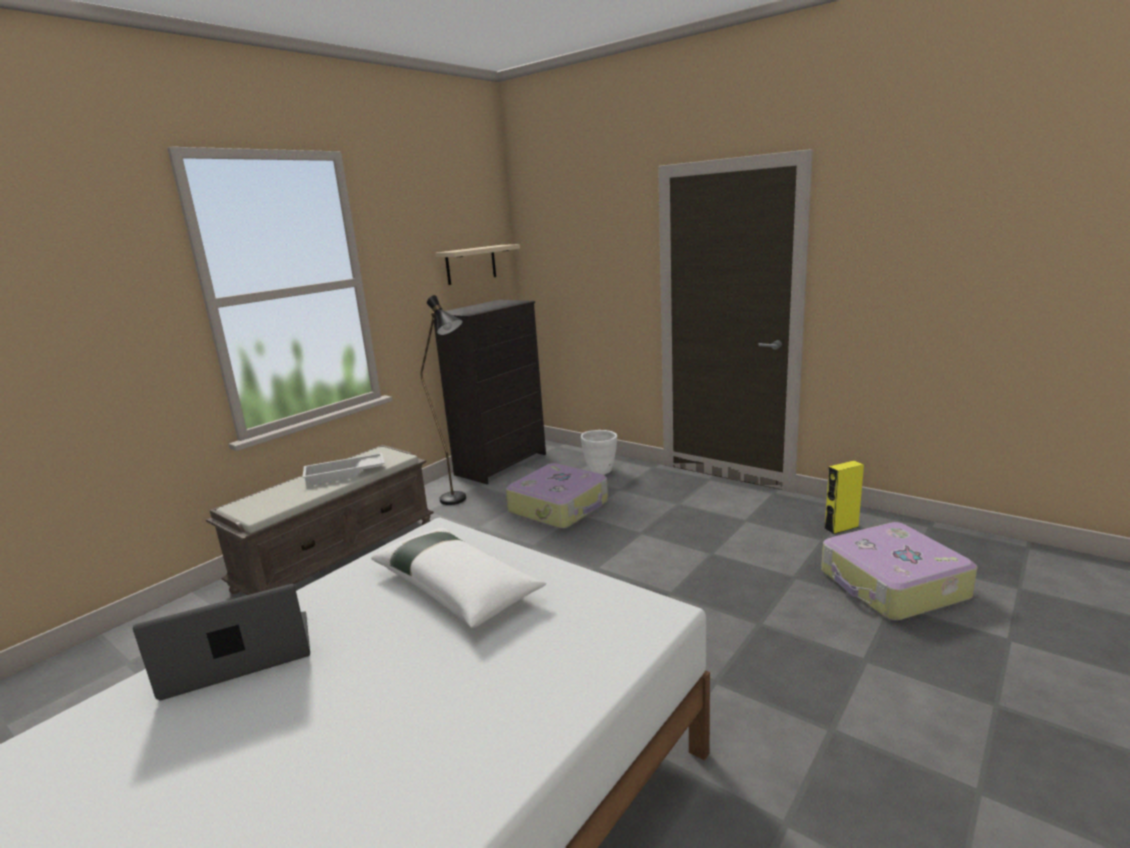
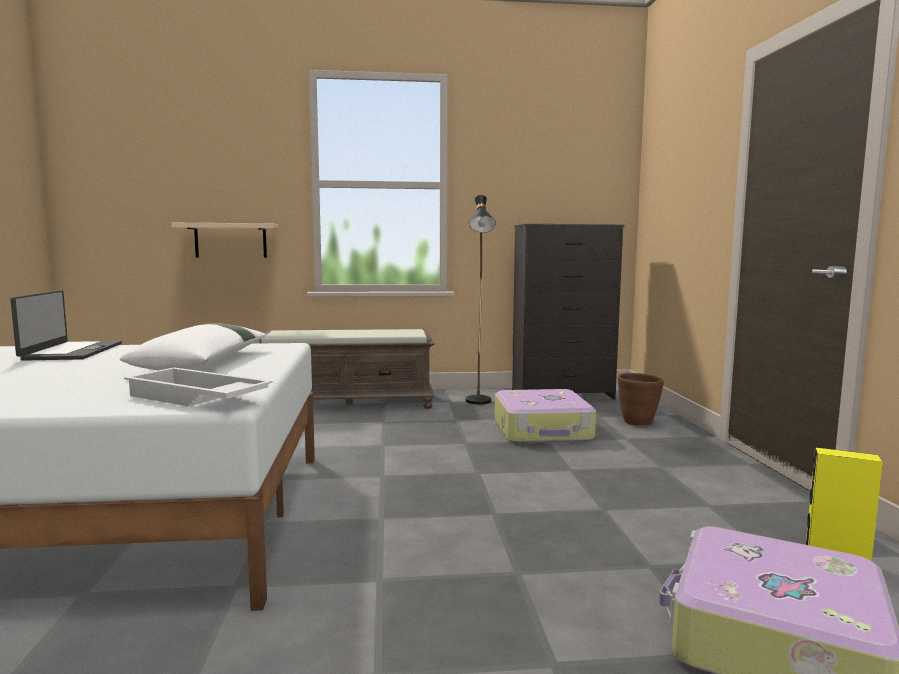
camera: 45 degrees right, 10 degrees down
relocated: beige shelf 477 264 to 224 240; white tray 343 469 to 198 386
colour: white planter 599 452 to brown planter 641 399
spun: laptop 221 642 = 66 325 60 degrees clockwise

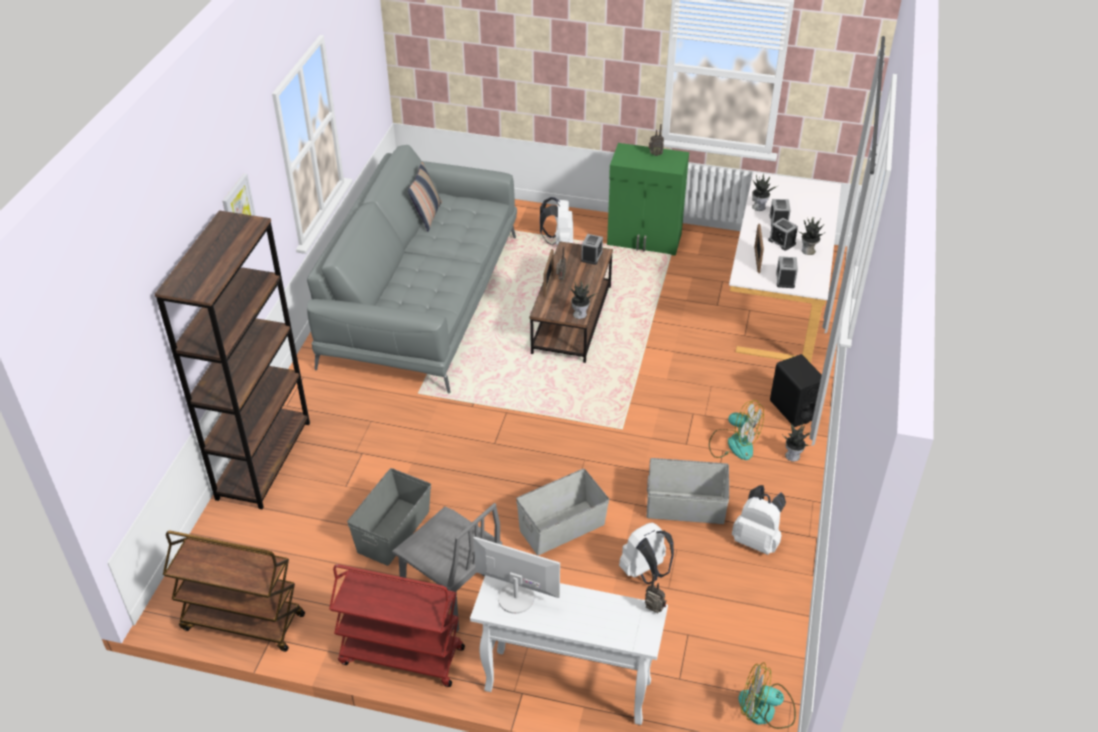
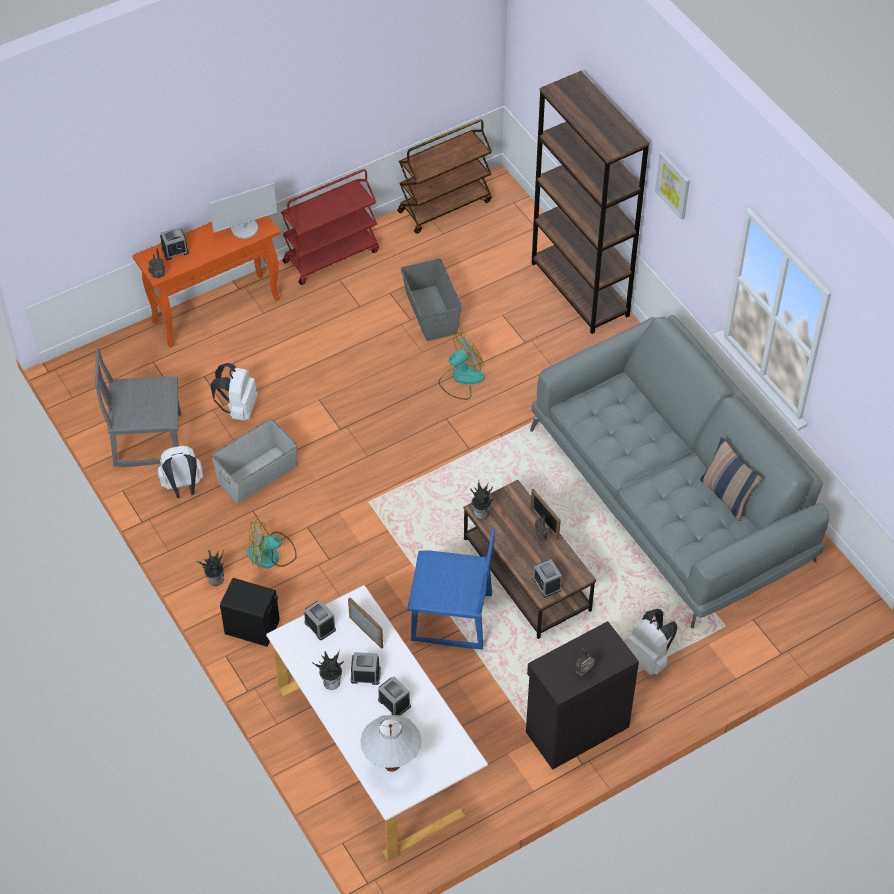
camera: 135 degrees right, 10 degrees up
missing: potted plant 765 192; grey storage box 562 512
appeared: alarm clock 174 243; blue chair 451 589; white table lamp 391 743
relocated: grey chair 447 567 to 138 407; fan 767 696 to 462 366
colour: green cabinet 648 199 to black cabinet 582 695; white console table 569 650 to orange console table 206 281

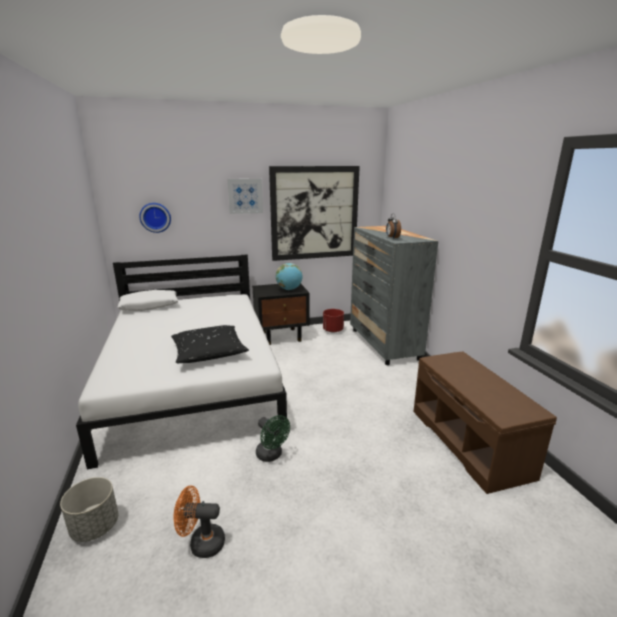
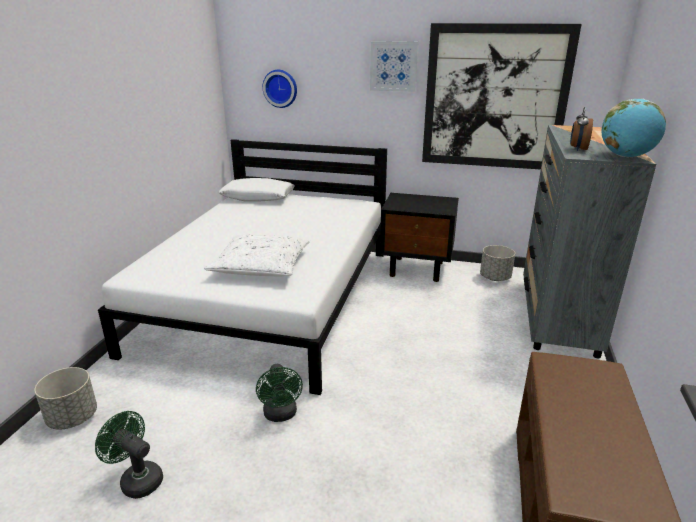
camera: 30 degrees right, 5 degrees up
relocated: globe 289 276 to 634 127
colour: red planter 333 321 to grey planter 497 263; black pillow 210 344 to white pillow 257 255; orange fan 199 521 to green fan 129 455

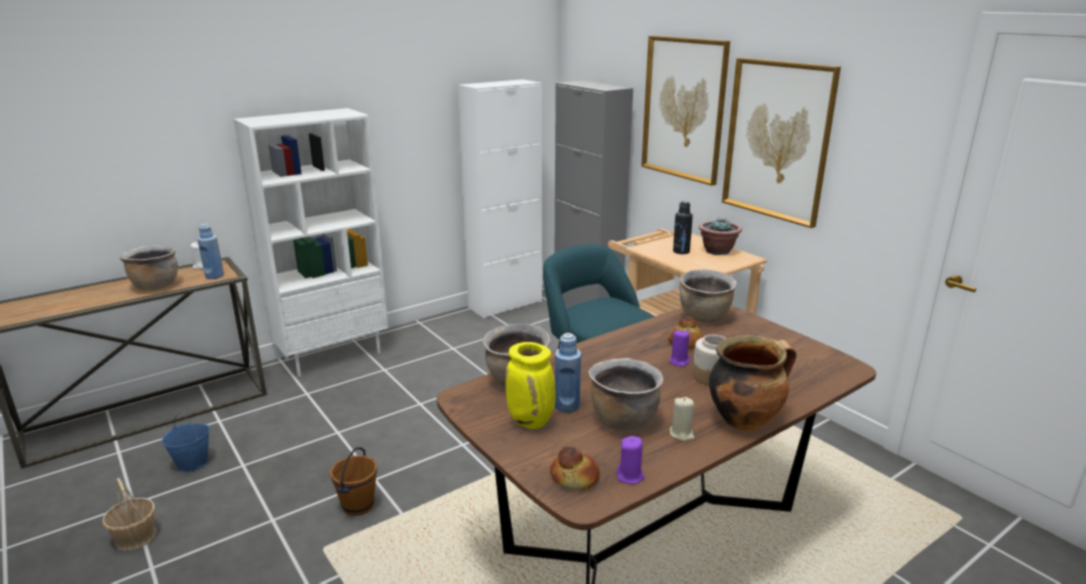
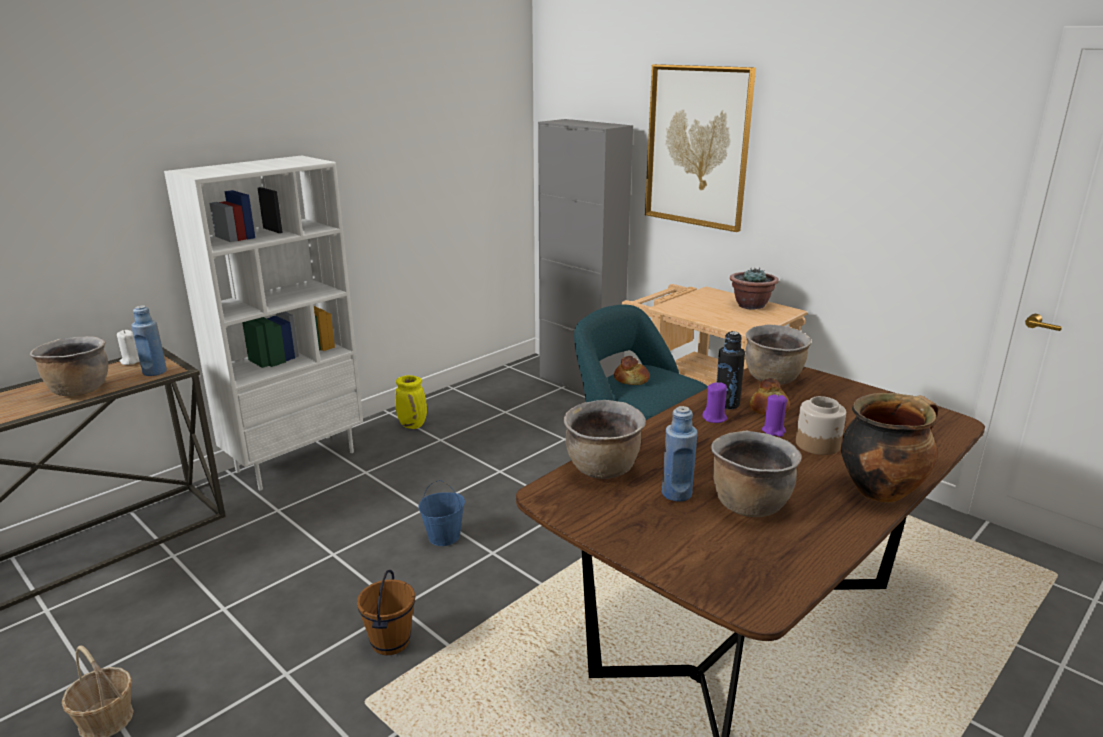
camera: 10 degrees left, 0 degrees up
missing: picture 781 143; white cabinet 500 198; beige candle 682 419
relocated: black bottle 683 227 to 731 370; yellow vase 530 385 to 411 402; blue bucket 186 442 to 441 513; purple candle 630 460 to 714 402; bread 575 468 to 632 370

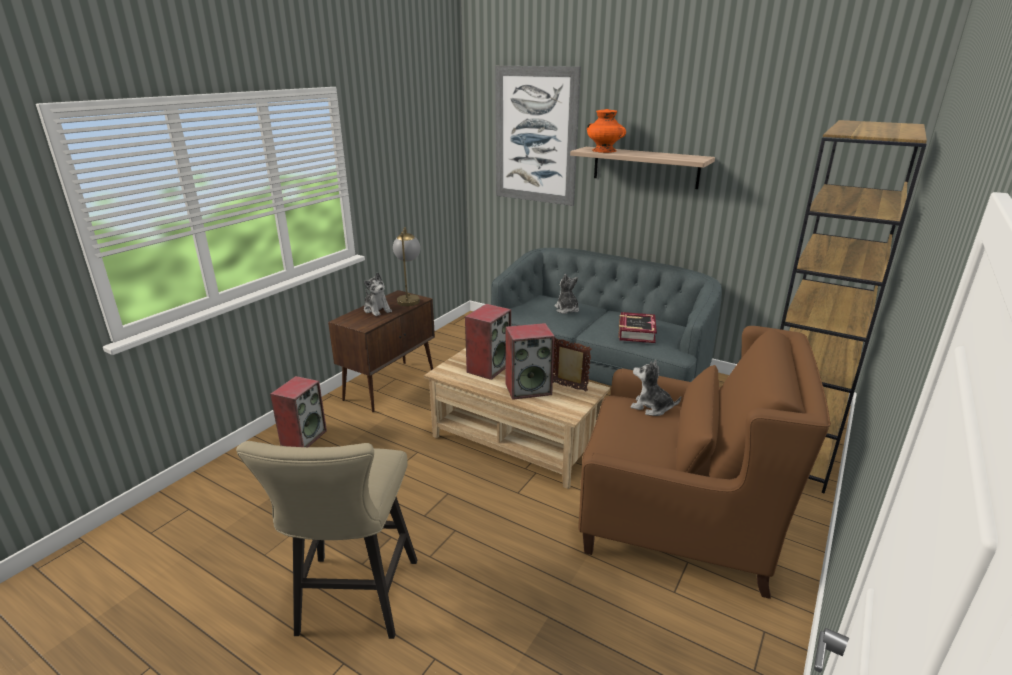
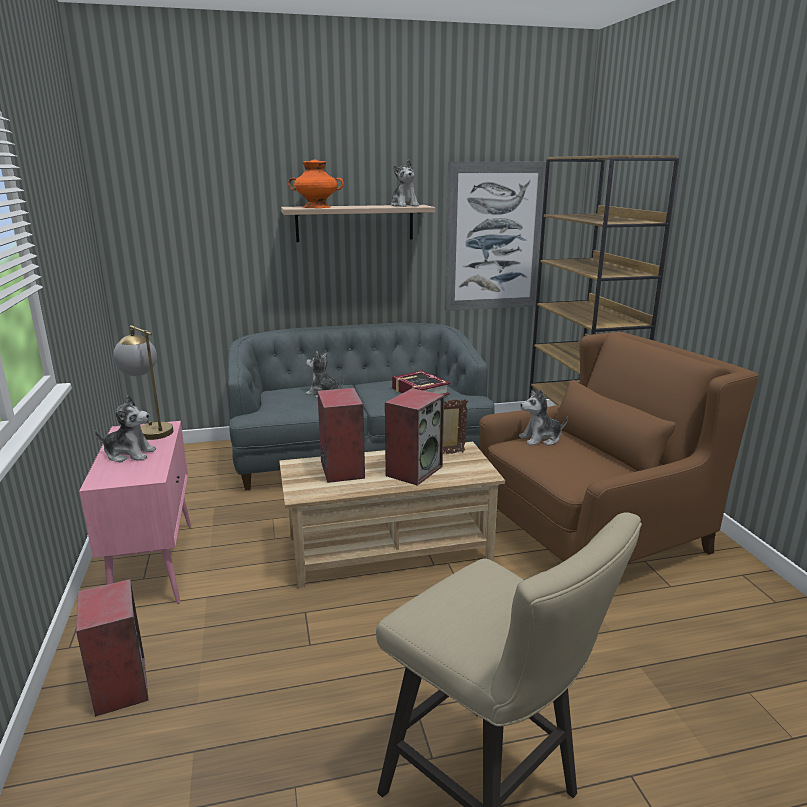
camera: 45 degrees left, 5 degrees down
appeared: plush toy 405 183
relocated: picture 538 136 to 495 236
colour: brown cabinet 381 351 to pink cabinet 135 512

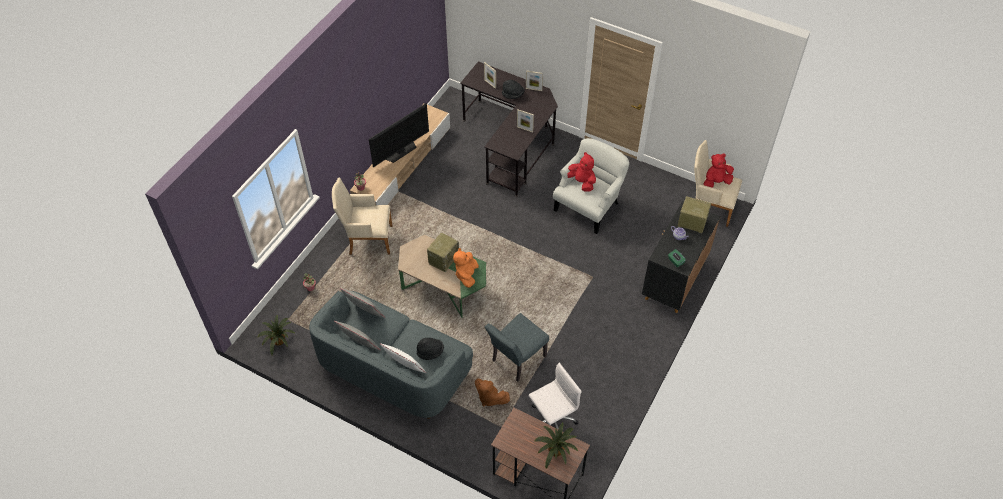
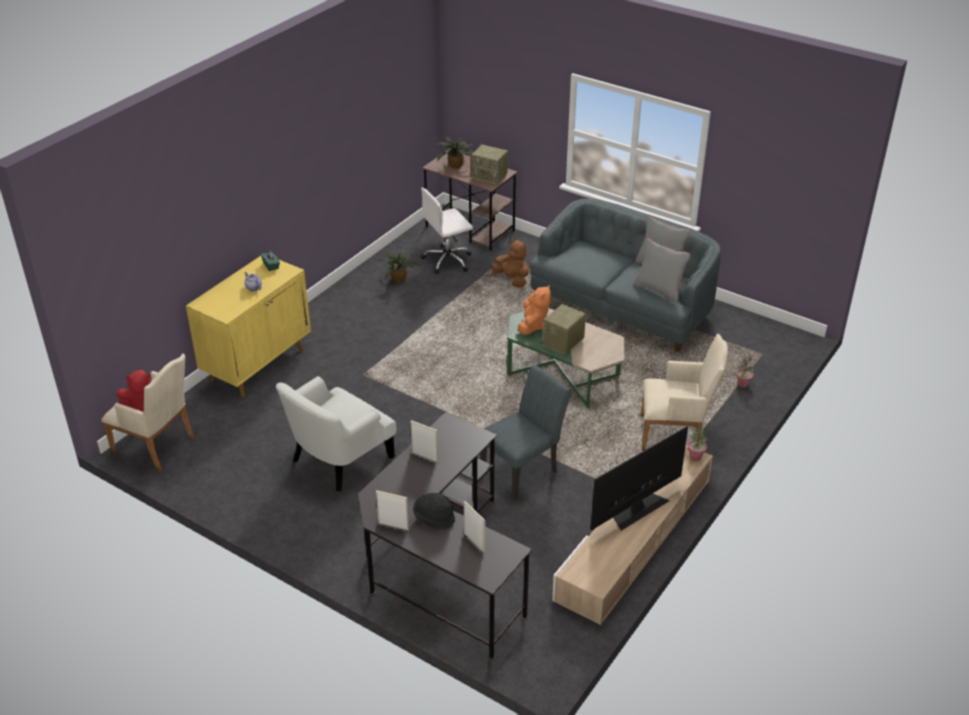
camera: 175 degrees left, 15 degrees down
missing: red plush toy 581 172; black hat 430 349; white pillow 403 358
relocated: radio 694 214 to 489 165; grey chair 517 347 to 526 432; potted plant 276 335 to 399 267
colour: black cabinet 681 257 to yellow cabinet 248 326

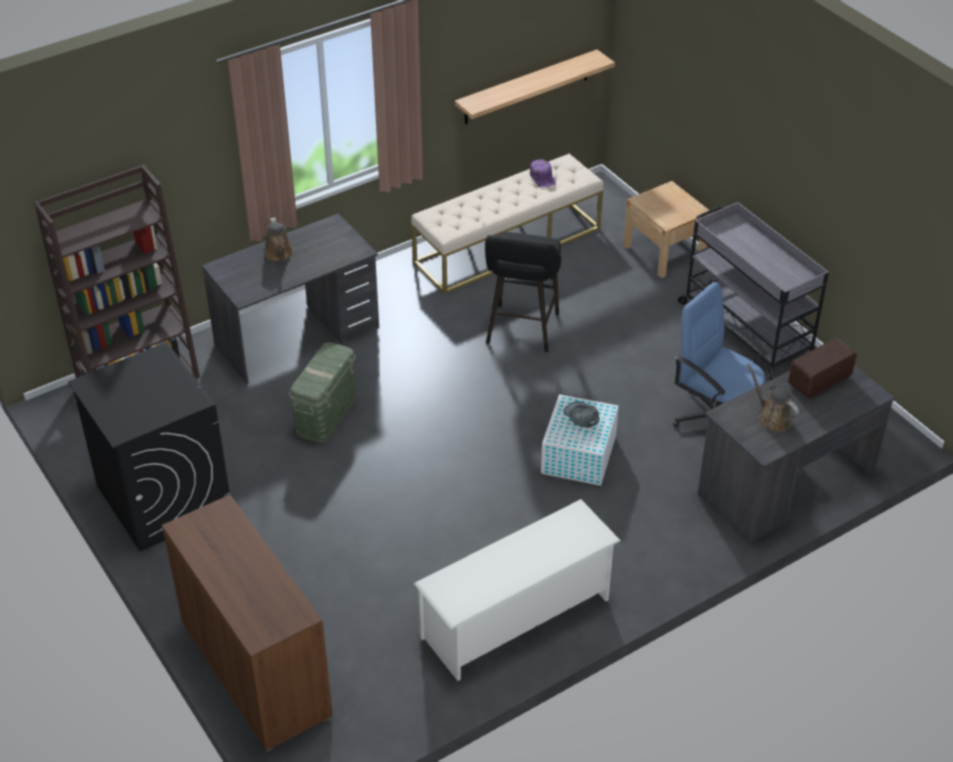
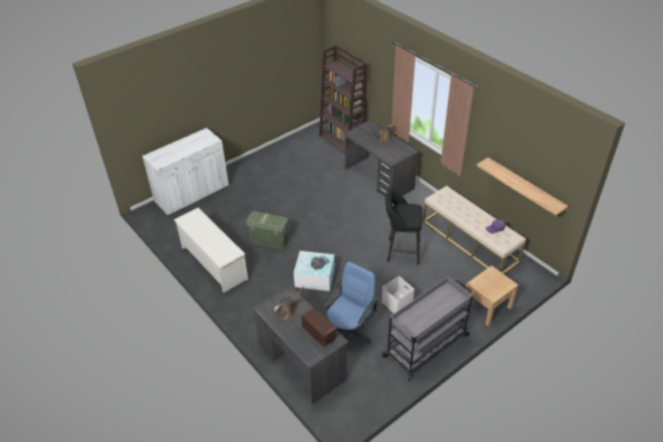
camera: 85 degrees right, 0 degrees up
missing: black washing machine 149 447
appeared: white storage box 398 294
relocated: green storage box 322 392 to 267 230
colour: brown cabinet 247 623 to white cabinet 185 171

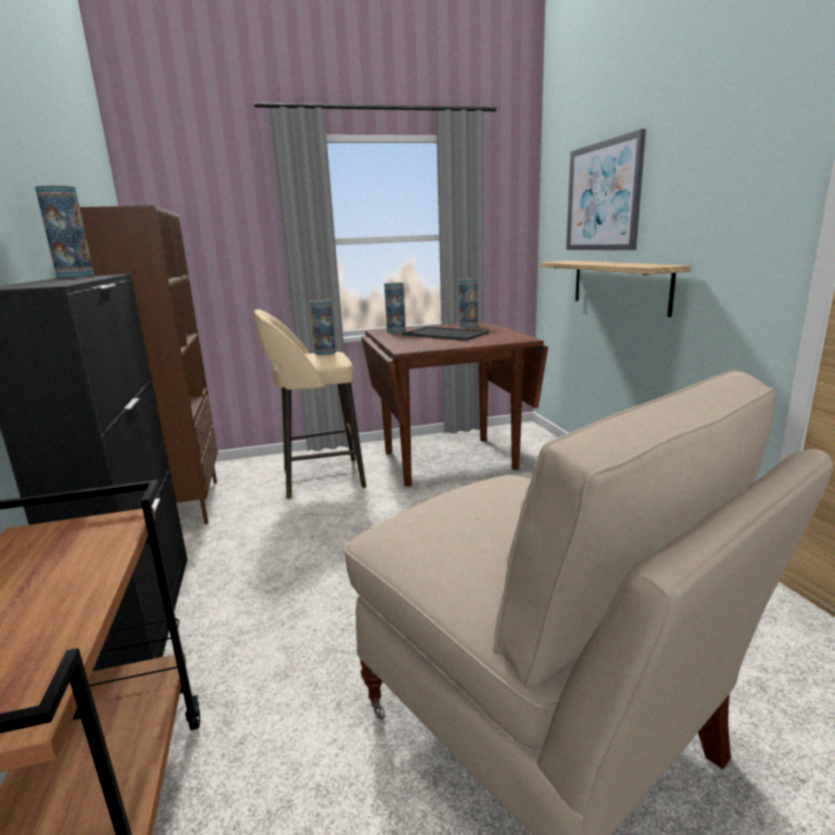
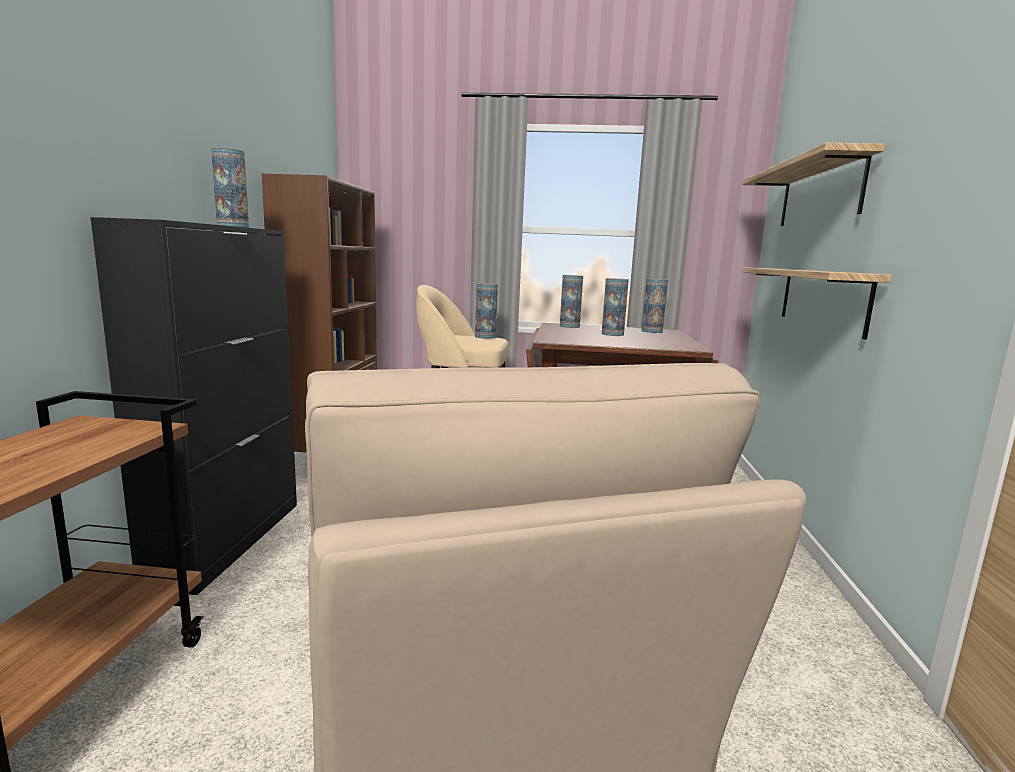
camera: 20 degrees right, 5 degrees down
exchanged: picture 606 189 to shelf 814 184; tray 445 333 to vase 615 307

